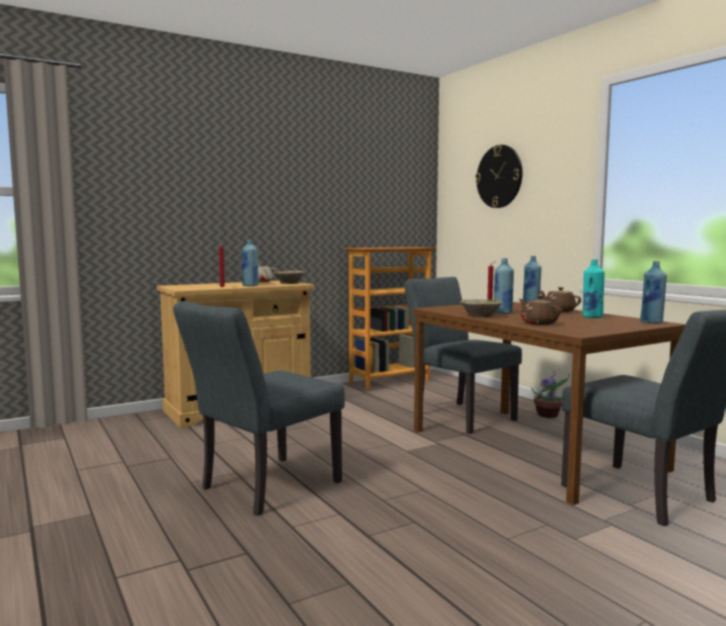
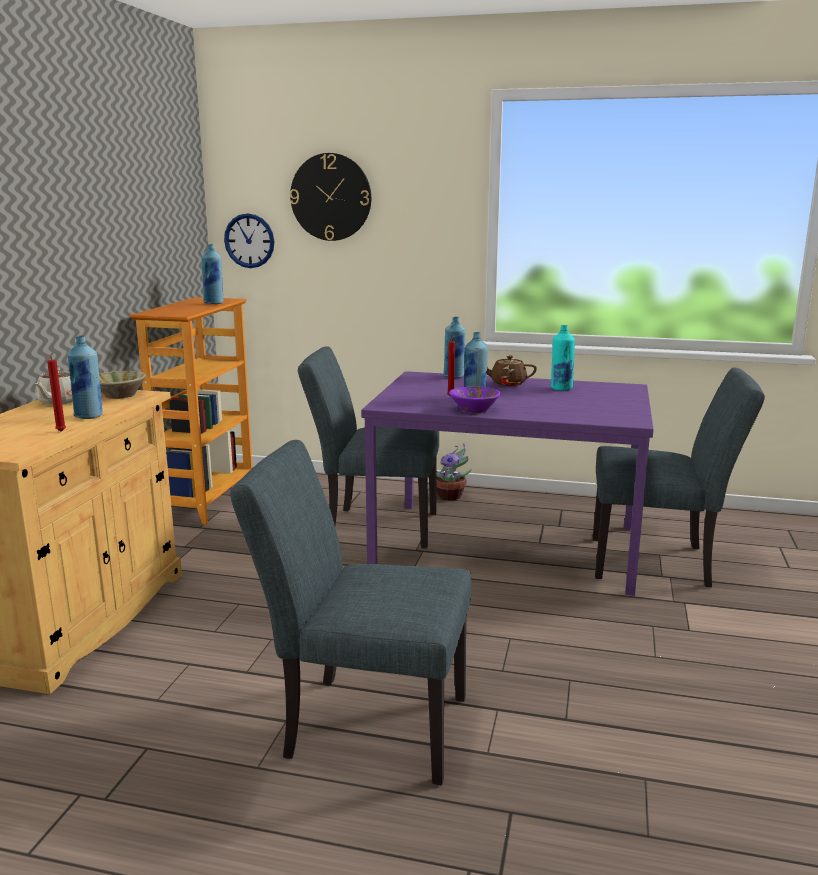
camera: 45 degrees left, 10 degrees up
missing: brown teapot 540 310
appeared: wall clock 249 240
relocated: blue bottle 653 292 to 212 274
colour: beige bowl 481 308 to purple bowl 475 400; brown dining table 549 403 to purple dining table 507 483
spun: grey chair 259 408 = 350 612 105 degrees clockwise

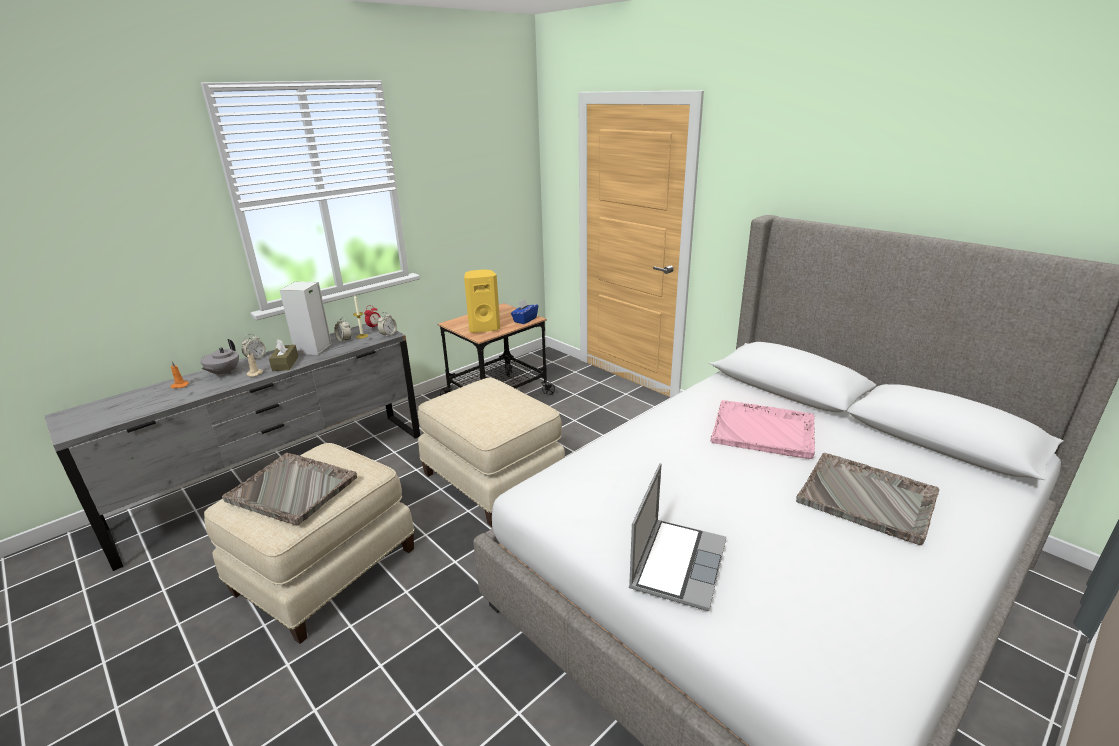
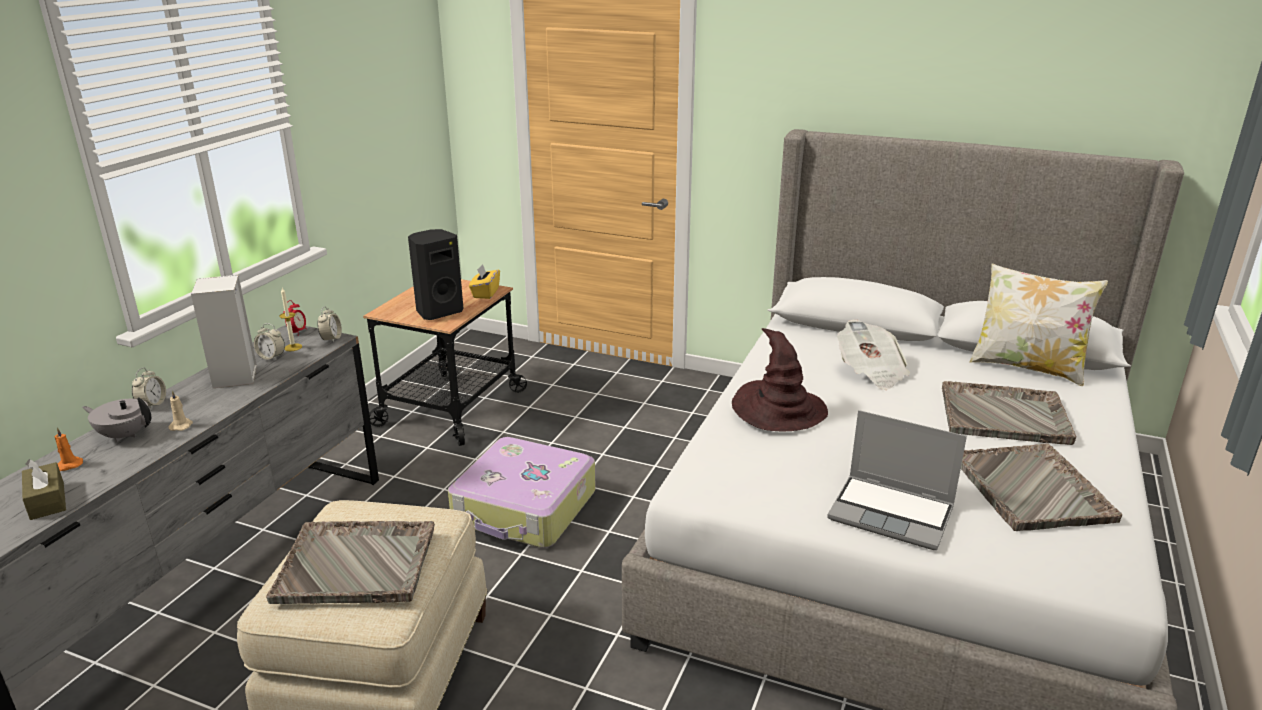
camera: 25 degrees left, 0 degrees up
appeared: pillow 1038 324; brown hat 780 379; grey tray 1041 487
relocated: brown tissue box 283 355 to 44 489
exchanged: beige ottoman 491 452 to suitcase 522 492; pink tray 763 429 to newspaper 873 355
colour: yellow speaker 482 301 to black speaker 436 274; blue tissue box 524 311 to yellow tissue box 484 281
spun: grey teapot 220 358 = 116 419 120 degrees clockwise; laptop 677 537 = 897 480 120 degrees clockwise

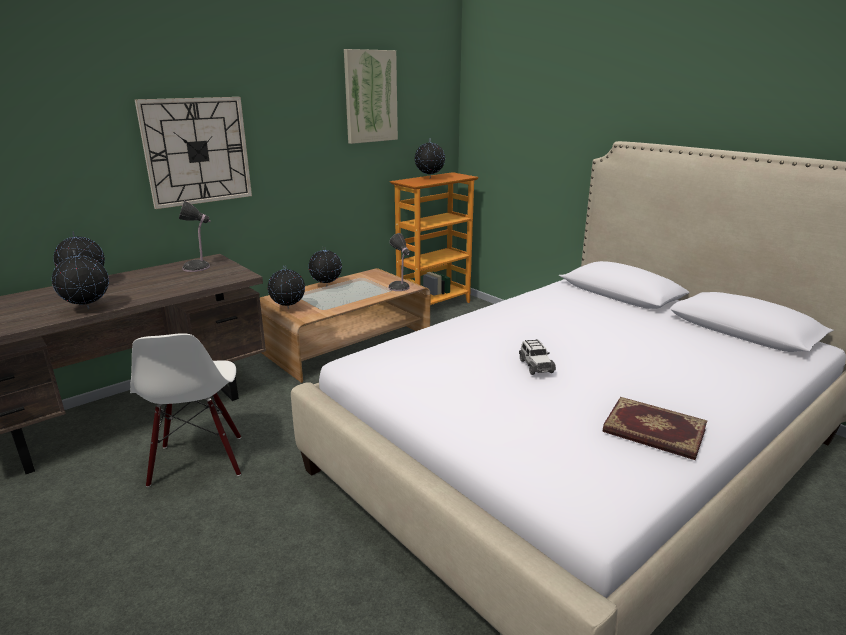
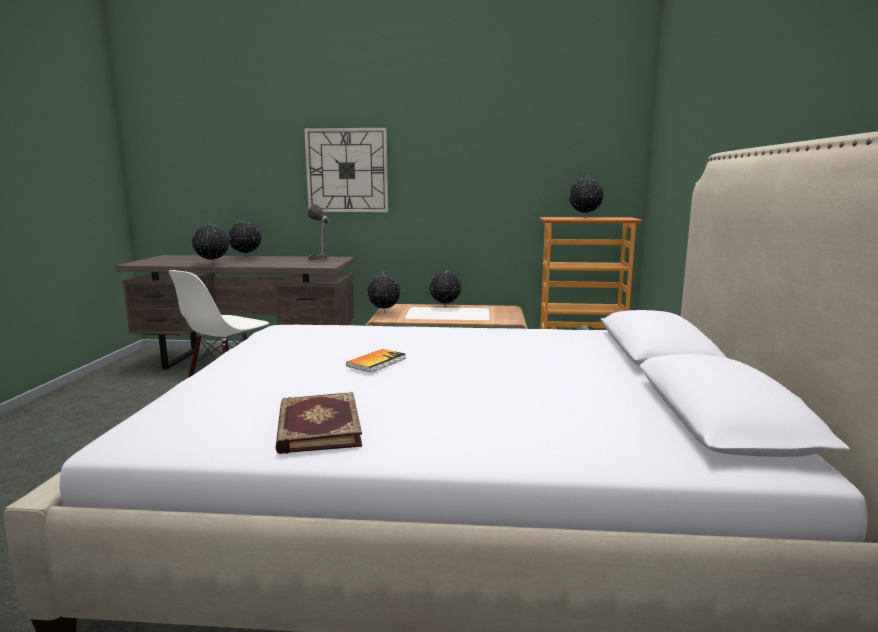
camera: 45 degrees right, 10 degrees down
missing: picture 371 96; table lamp 399 262
exchanged: toy car 537 357 to book 376 360

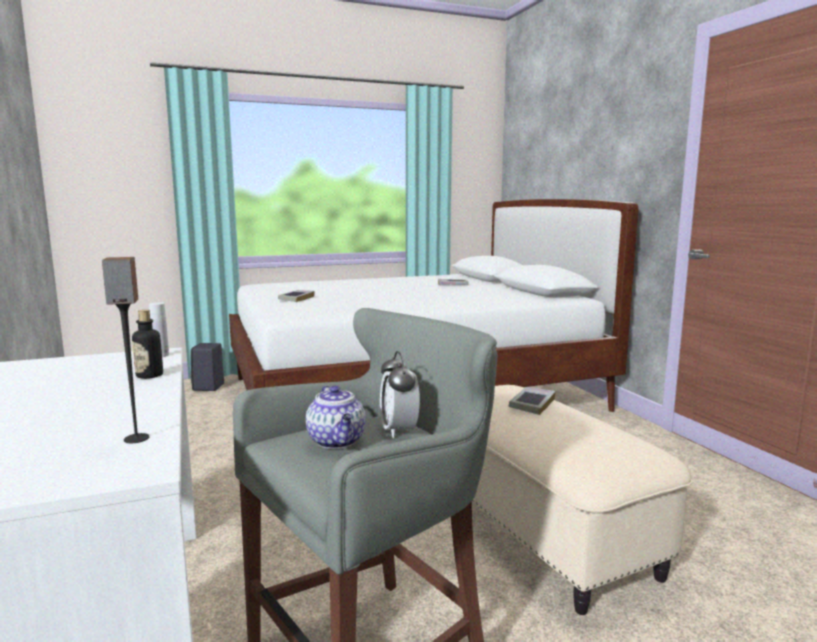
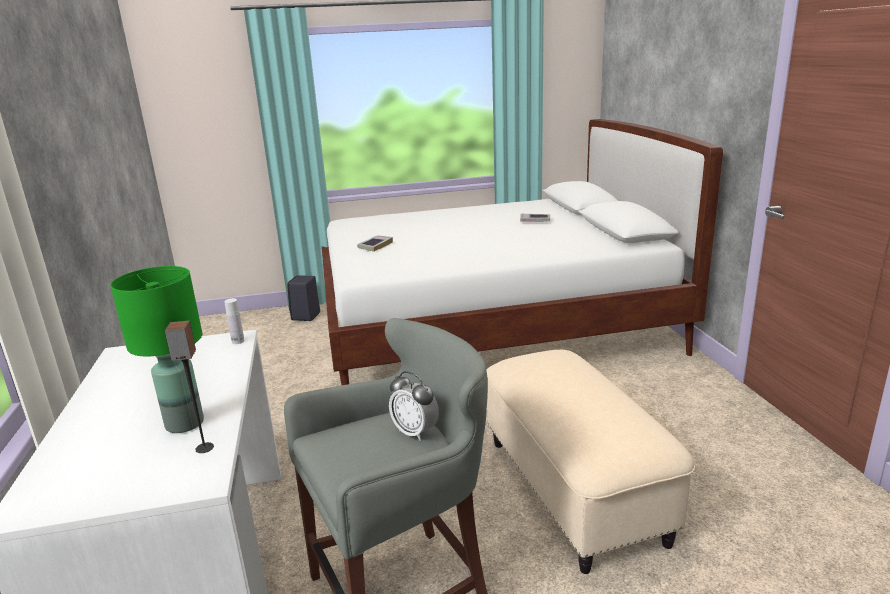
camera: 10 degrees right, 10 degrees up
missing: bottle 147 344; teapot 336 417; book 532 401
appeared: green table lamp 157 349
spun: alarm clock 400 394 = 414 406 45 degrees counterclockwise

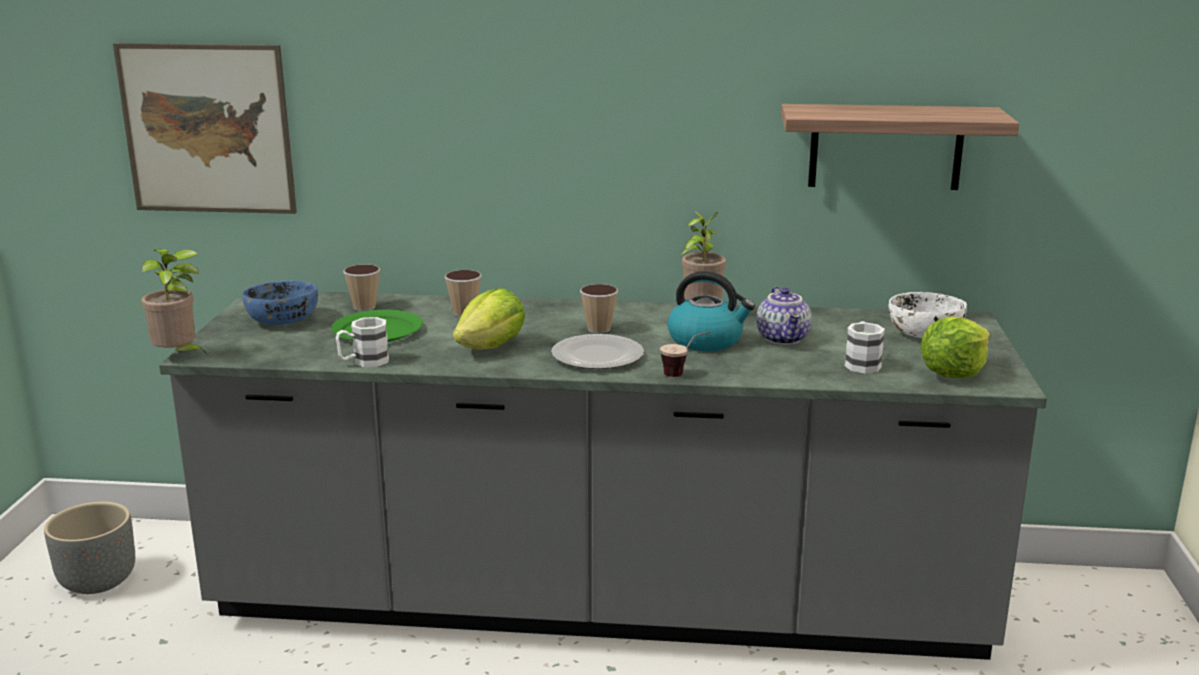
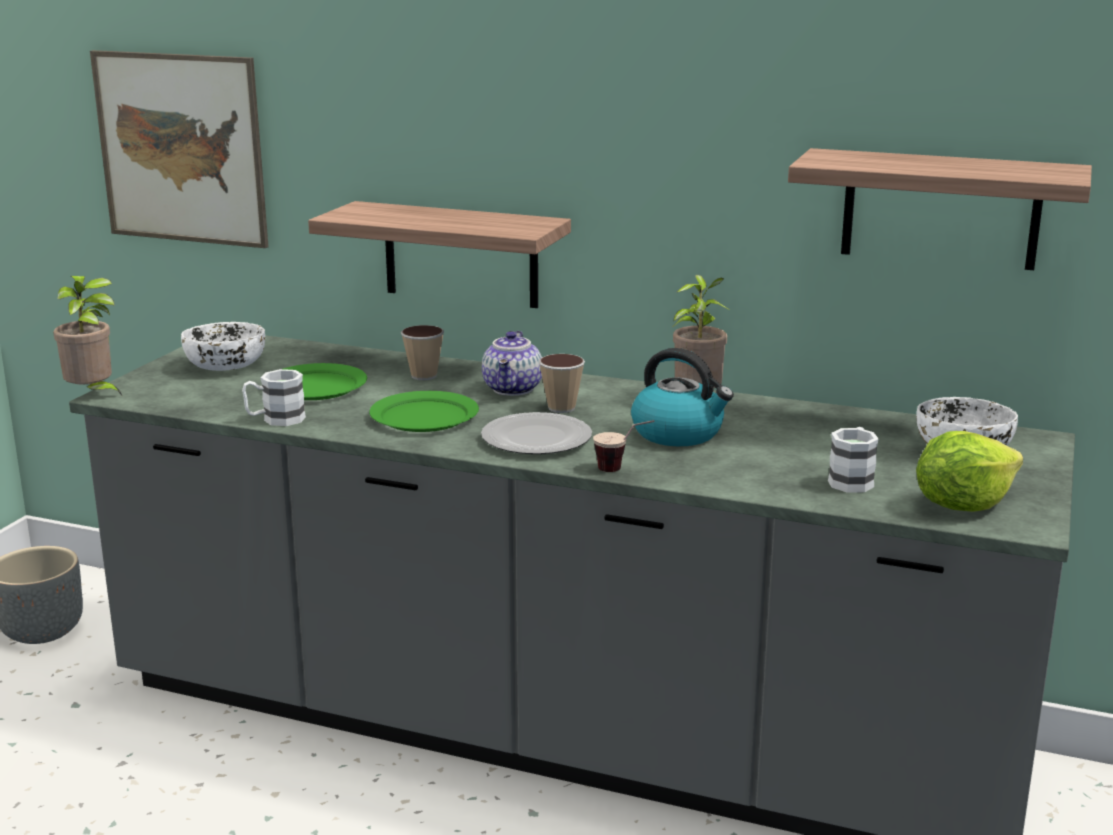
camera: 15 degrees right, 0 degrees up
missing: cup 361 287
appeared: shelf 439 254
relocated: teapot 783 316 to 512 363
exchanged: lettuce 489 319 to green plate 424 411
colour: blue bowl 280 302 to white bowl 223 346

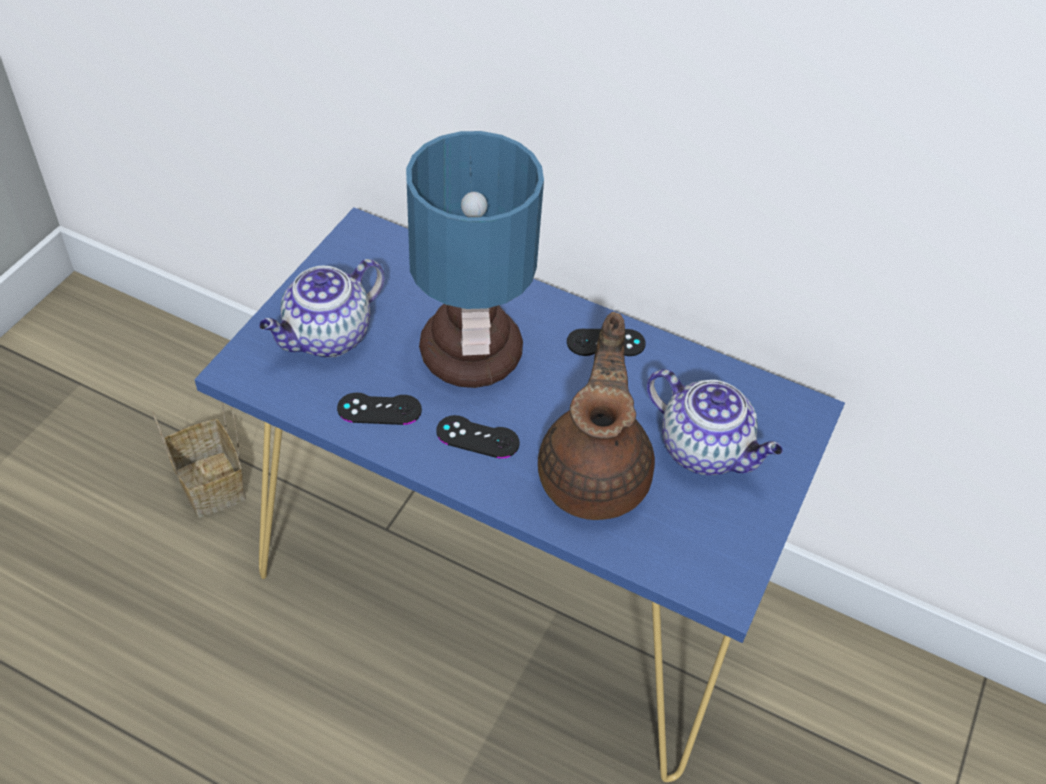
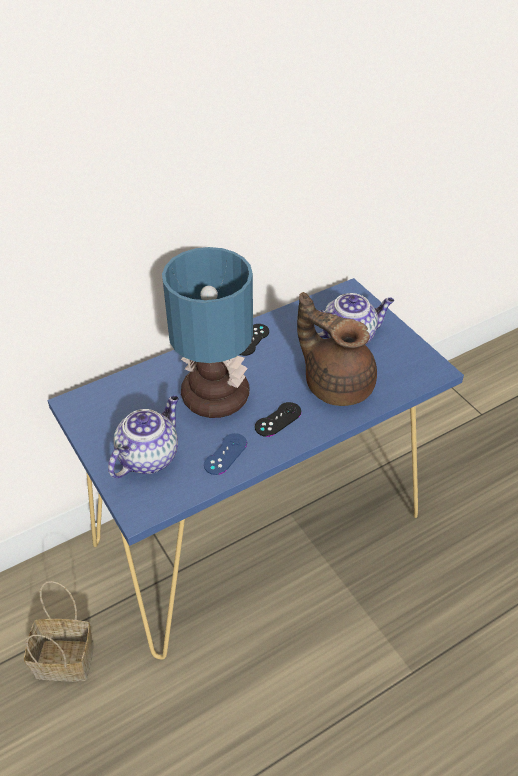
camera: 55 degrees left, 5 degrees down
colour: black game controller 379 408 to blue game controller 225 454
spun: teapot 322 308 = 143 436 135 degrees counterclockwise

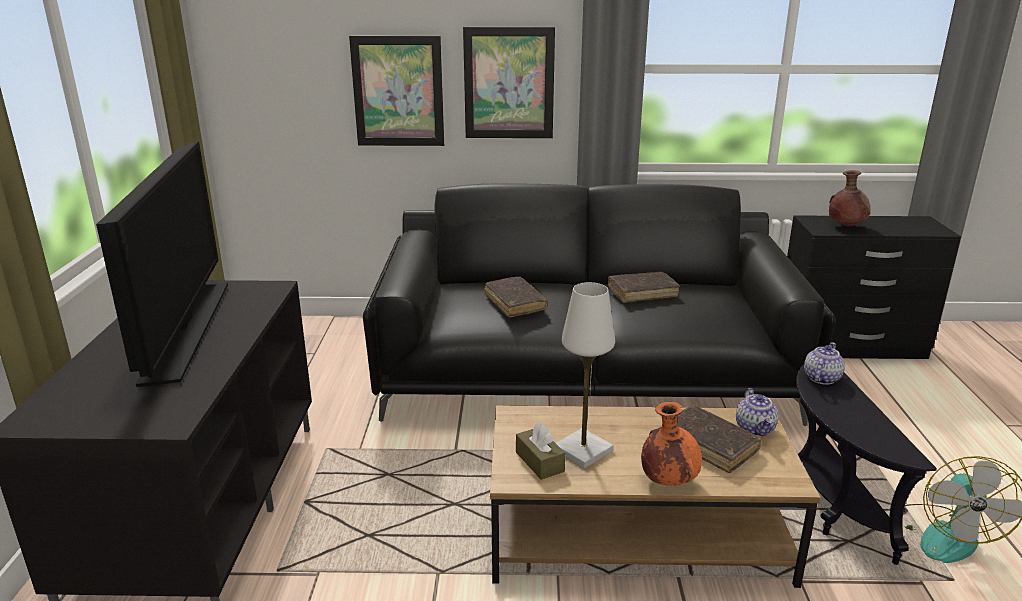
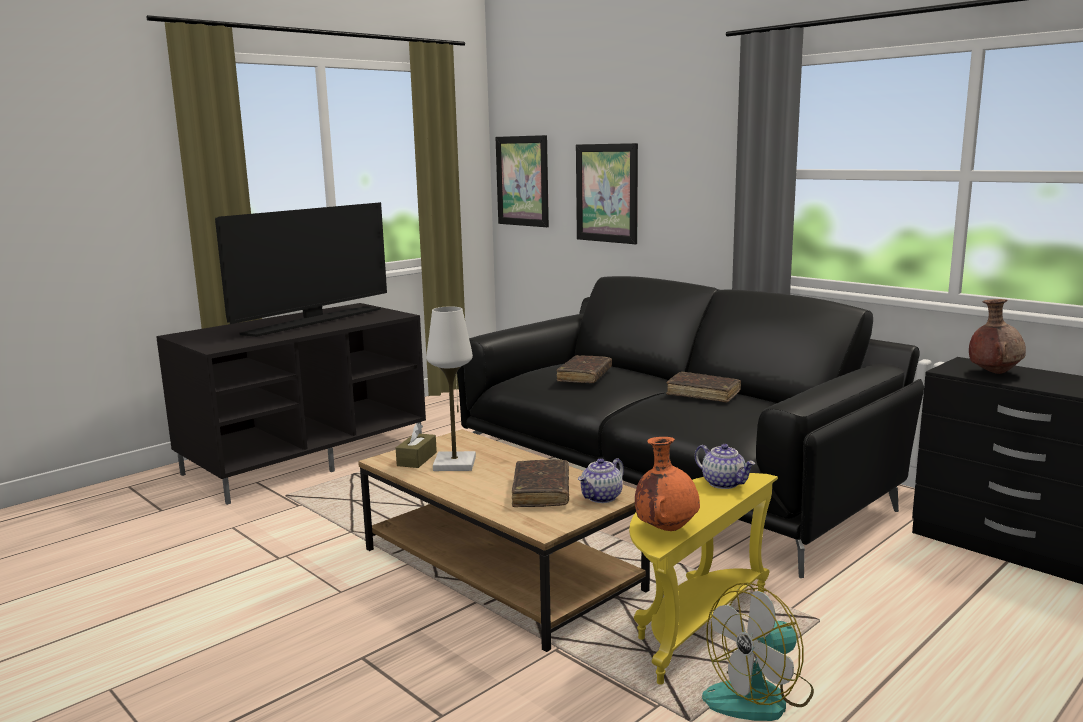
camera: 45 degrees right, 10 degrees down
relocated: picture 509 82 to 522 181; orange vase 671 444 to 667 484
colour: black side table 866 465 to yellow side table 703 579
spun: teapot 824 363 = 725 466 60 degrees clockwise

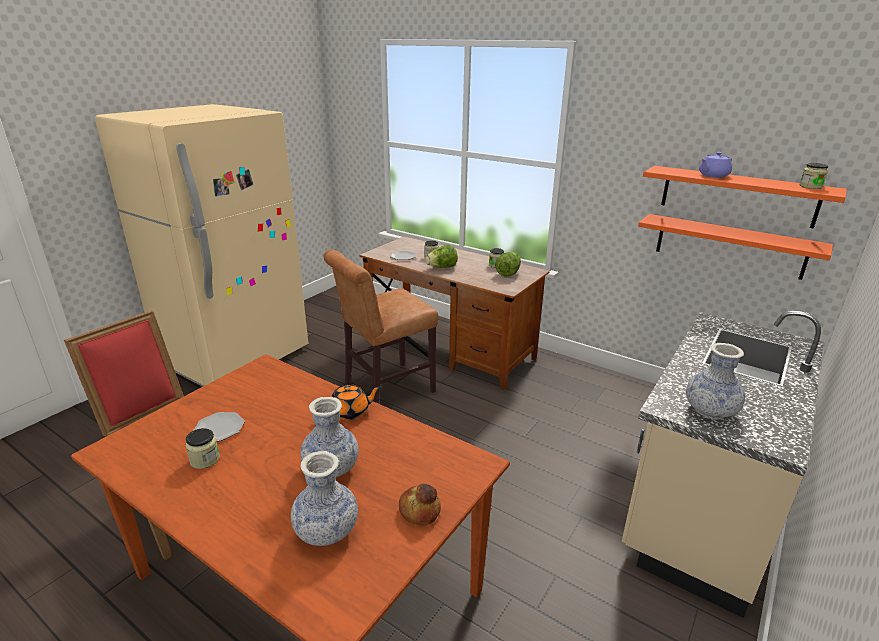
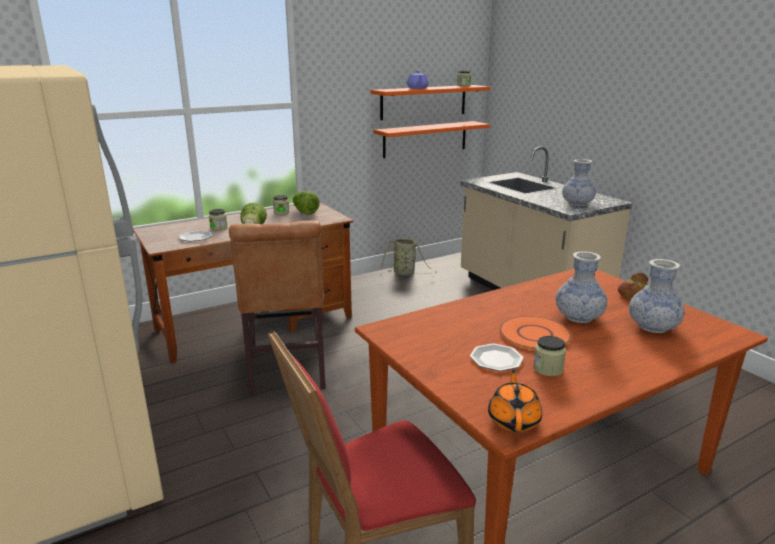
camera: 65 degrees left, 5 degrees down
appeared: basket 408 257; orange plate 535 333
relocated: orange teapot 355 402 to 515 400

